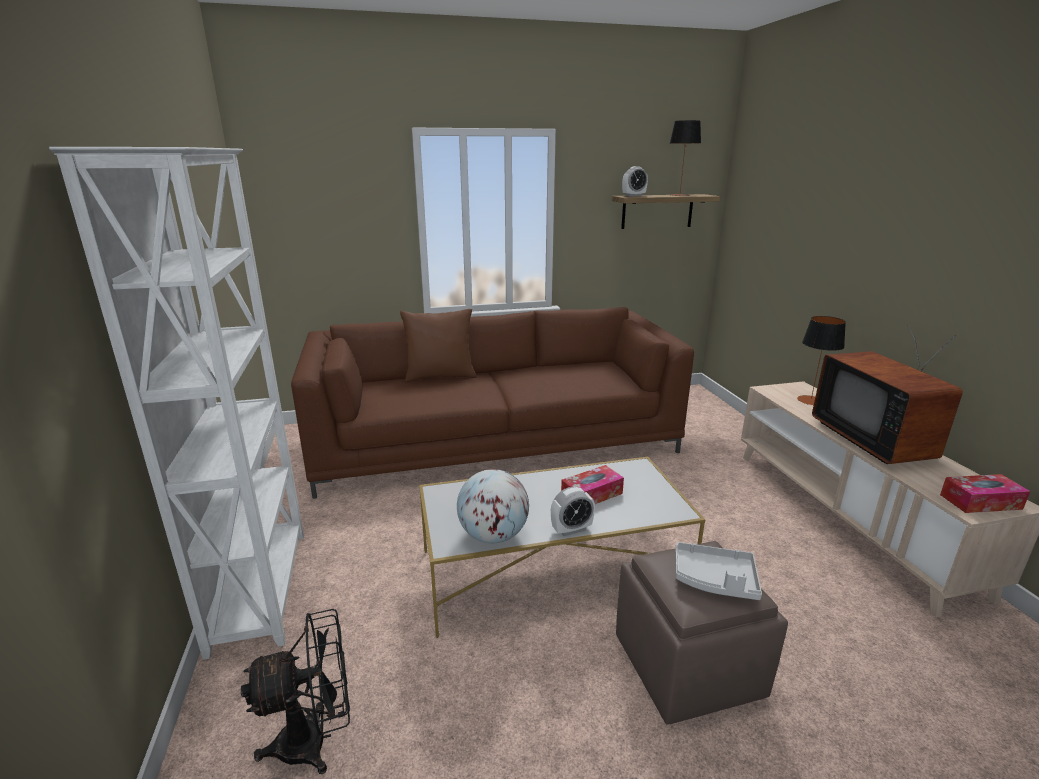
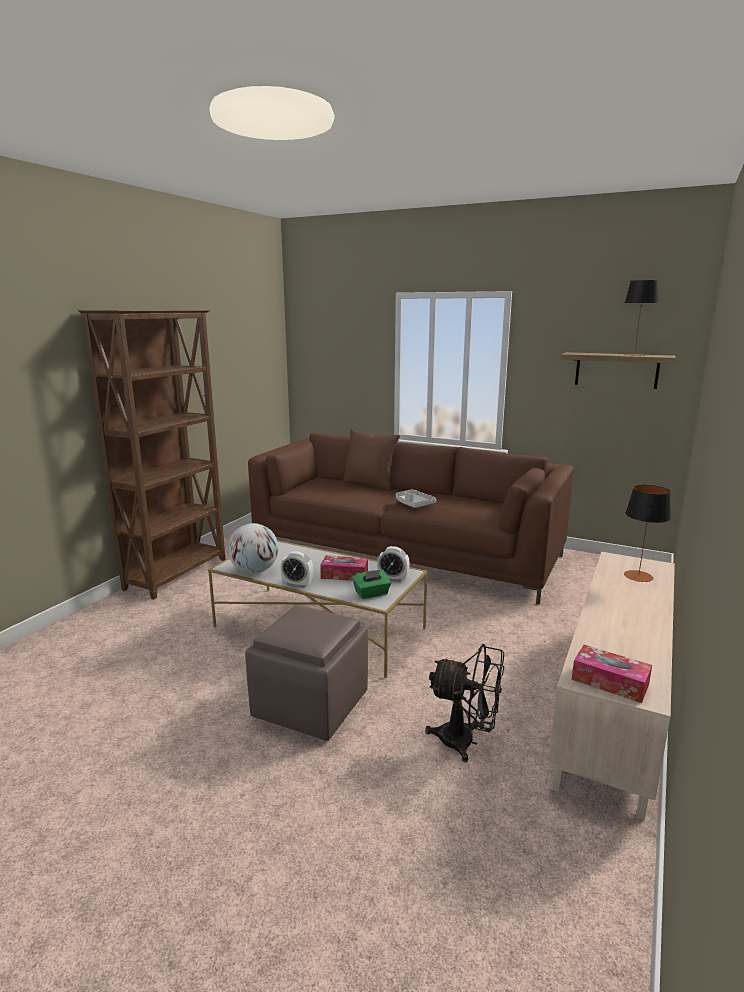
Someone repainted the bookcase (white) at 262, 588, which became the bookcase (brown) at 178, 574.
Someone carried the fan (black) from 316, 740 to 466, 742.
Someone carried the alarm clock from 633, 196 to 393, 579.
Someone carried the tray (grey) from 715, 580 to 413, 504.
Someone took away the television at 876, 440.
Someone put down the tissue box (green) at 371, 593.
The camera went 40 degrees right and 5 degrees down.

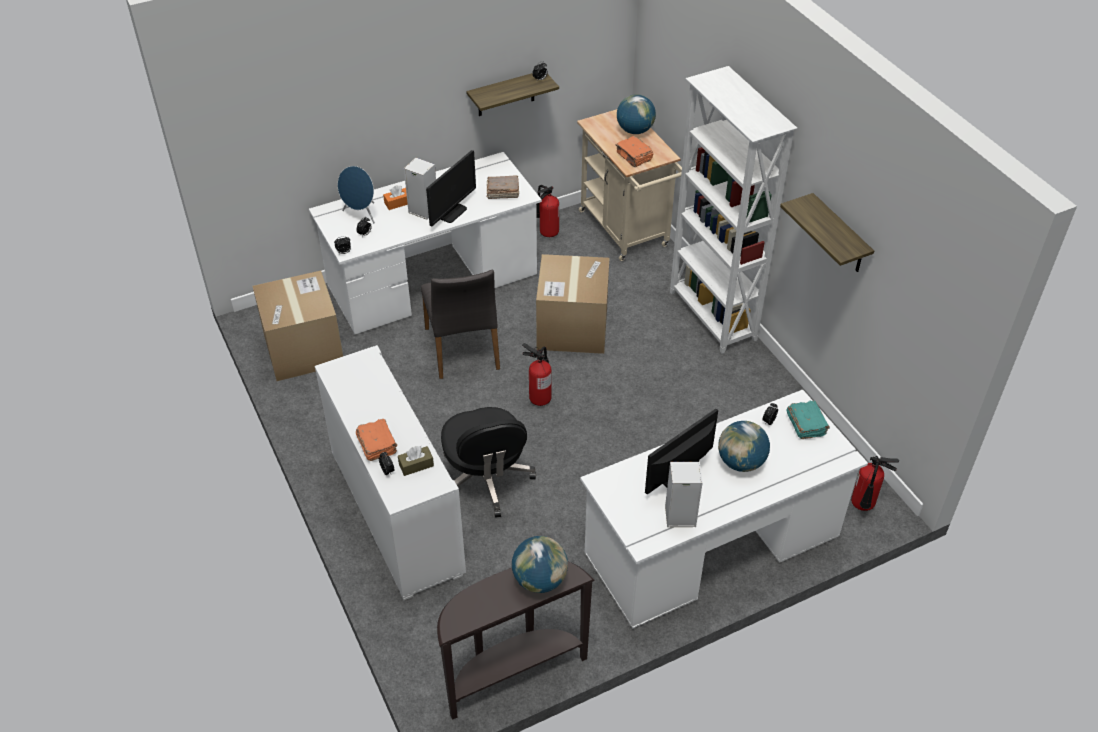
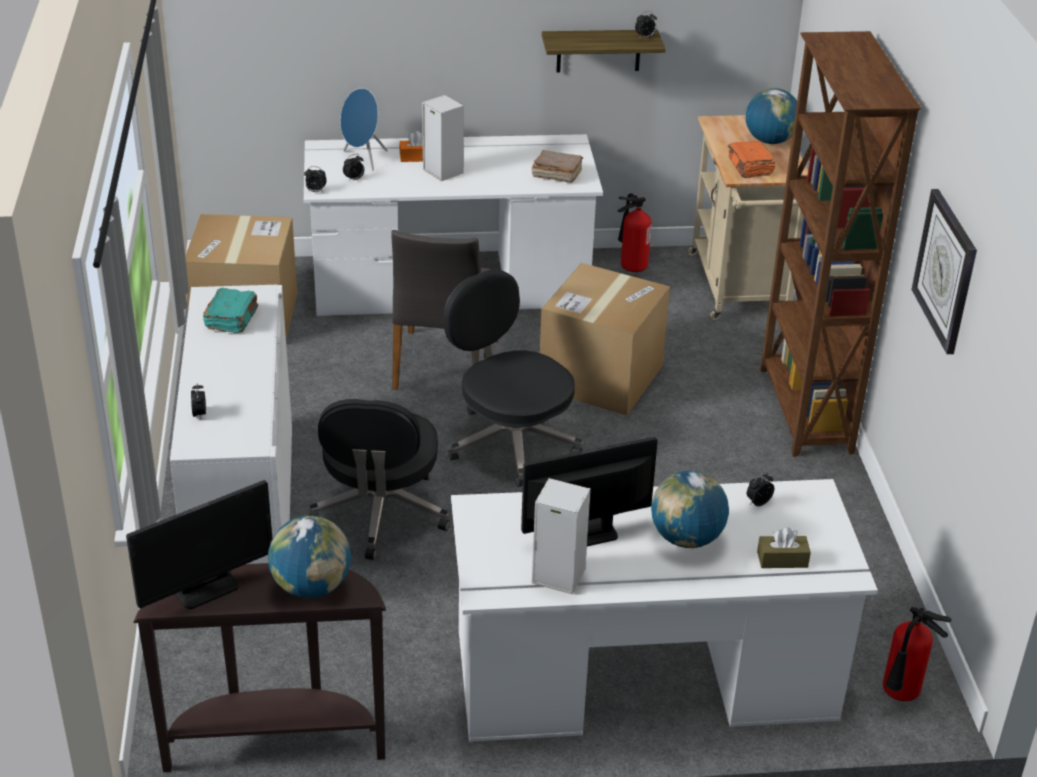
Someone took away the book (orange) at 377, 445.
Someone carried the tissue box (brown) from 416, 465 to 782, 559.
Someone carried the monitor from 451, 212 to 206, 588.
Someone swapped the fire extinguisher at 540, 397 for the office chair (black) at 510, 442.
Someone repainted the bookcase (white) at 712, 316, which became the bookcase (brown) at 804, 411.
Someone swapped the shelf at 839, 235 for the wall clock at 946, 270.
Someone carried the book (turquoise) from 806, 424 to 232, 319.
The camera went 20 degrees right and 10 degrees down.

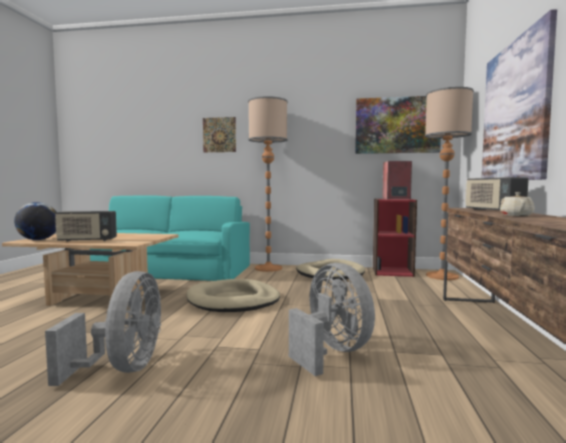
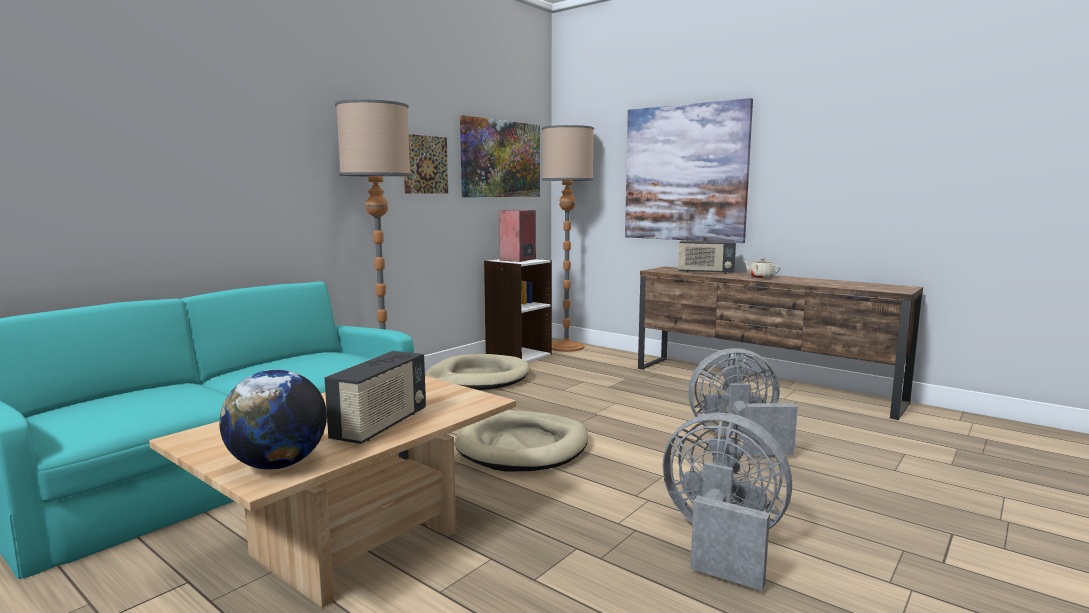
Someone carried the picture from 219, 135 to 425, 164.
Someone repainted the bookcase (red) at 392, 271, which became the bookcase (white) at 518, 355.
The camera went 60 degrees left and 5 degrees up.

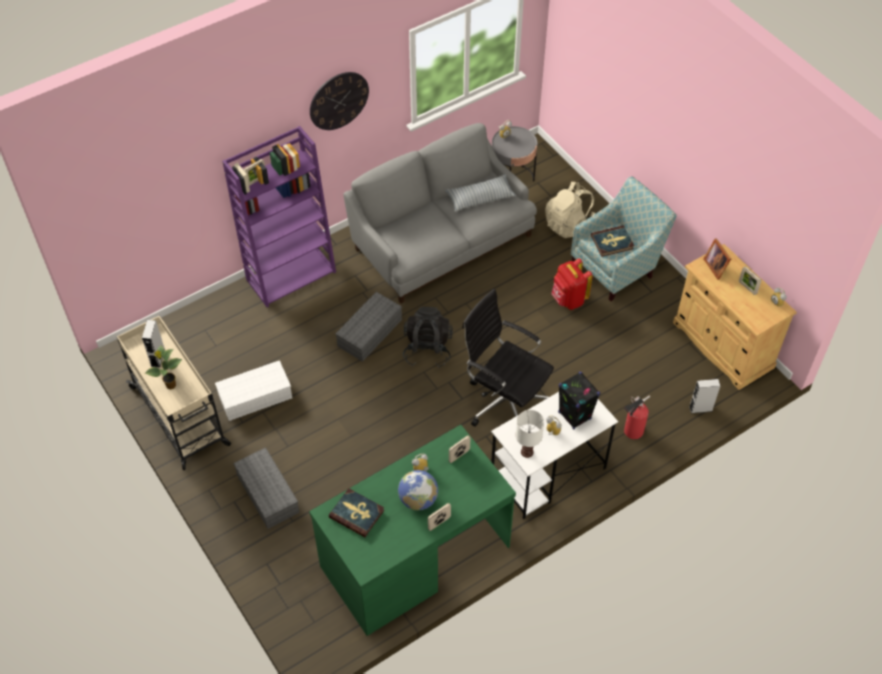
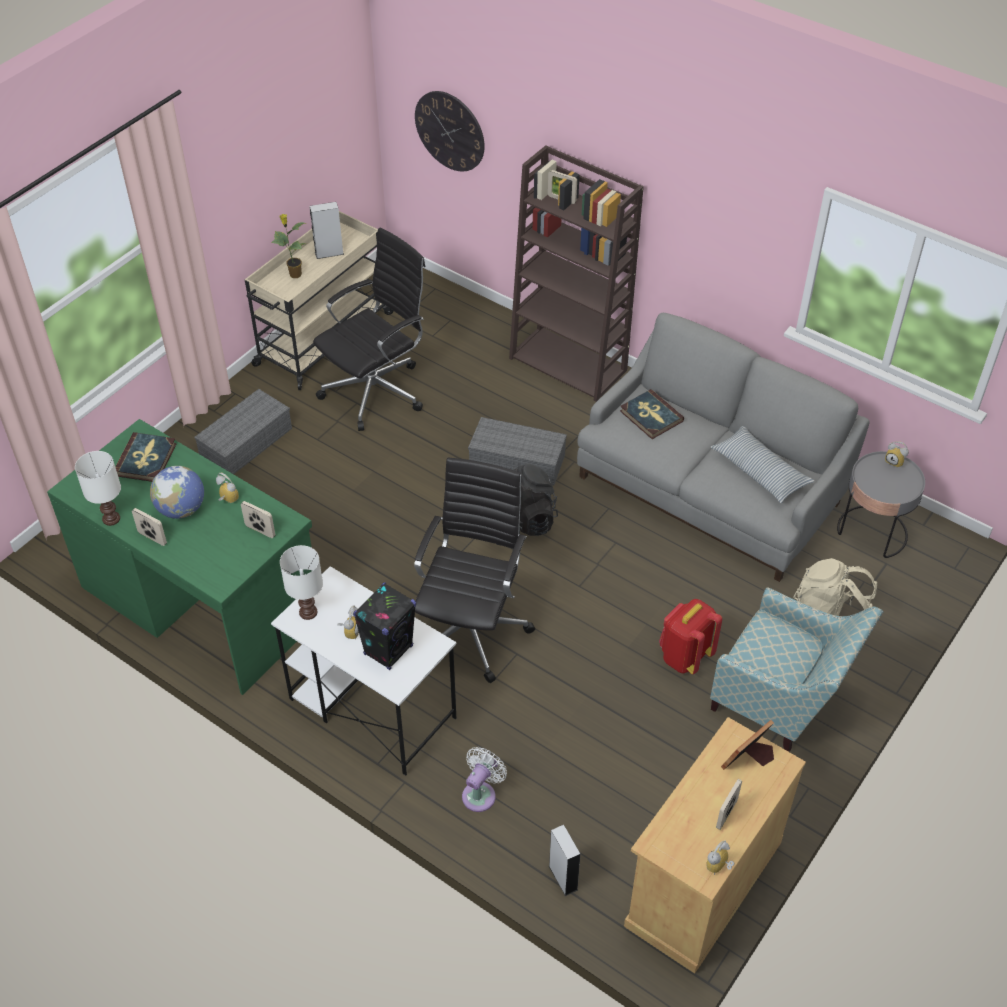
Someone swapped the storage box (white) at 256, 395 for the office chair (black) at 377, 390.
Someone repainted the bookcase (purple) at 291, 275, which became the bookcase (brown) at 569, 364.
Someone carried the wall clock from 339, 100 to 450, 131.
Someone carried the book from 612, 242 to 651, 416.
Someone swapped the fire extinguisher at 632, 432 for the fan (white) at 481, 793.
Someone put down the table lamp (white) at 111, 518.
The camera went 70 degrees right and 5 degrees down.

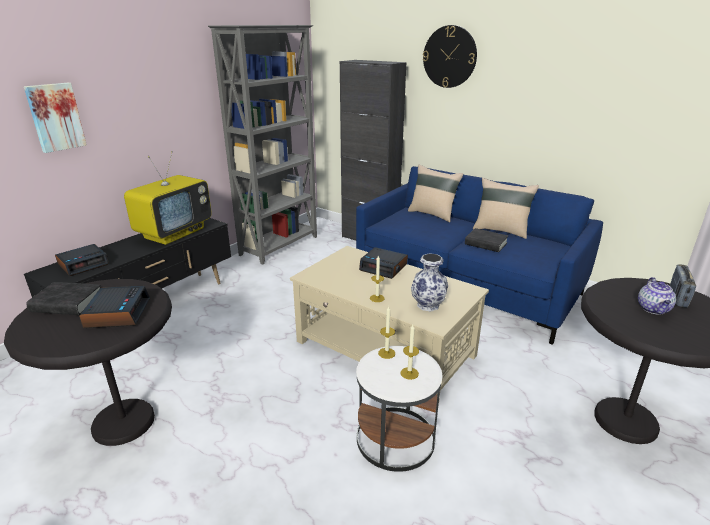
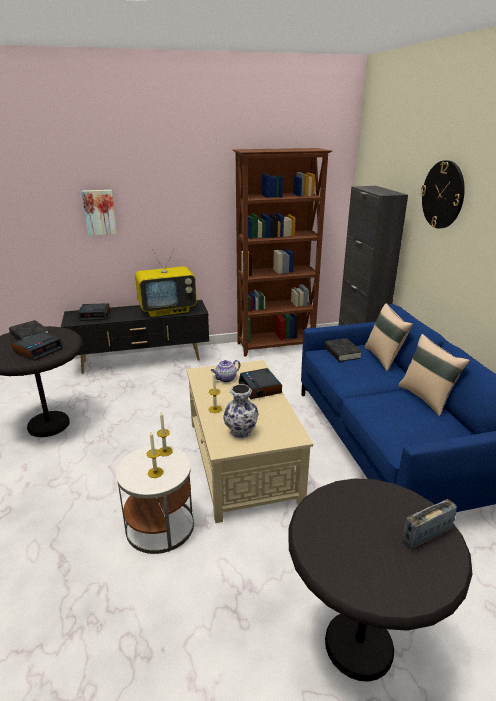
Someone repainted the bookcase (grey) at 280, 246, which became the bookcase (brown) at 276, 346.
Someone carried the book (black) from 485, 244 to 342, 353.
Someone carried the teapot from 653, 309 to 225, 379.
The camera went 40 degrees right and 0 degrees up.

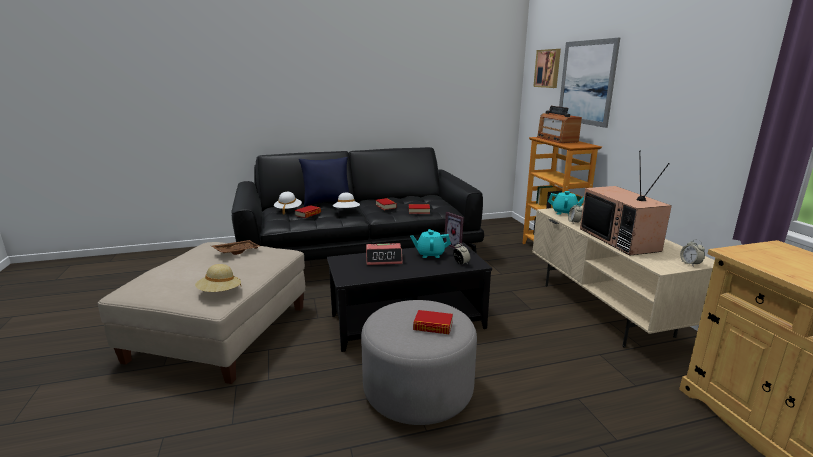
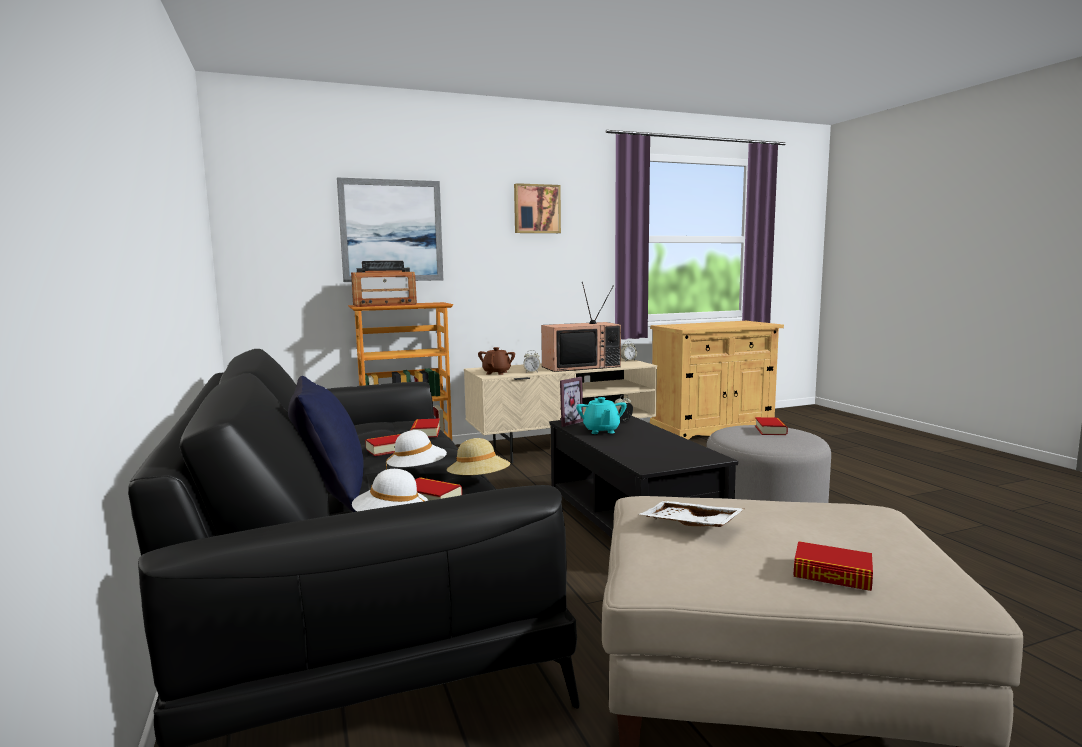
Someone carried the hat (beige) from 219, 293 to 479, 481.
Someone repainted the tray (brown) at 236, 251, which became the tray (white) at 689, 525.
Someone took away the alarm clock at 384, 259.
Someone carried the picture from 548, 68 to 536, 209.
Someone repainted the teapot (turquoise) at 565, 213, which became the teapot (brown) at 497, 373.
Someone put down the book at 832, 574.
The camera went 95 degrees left and 10 degrees down.

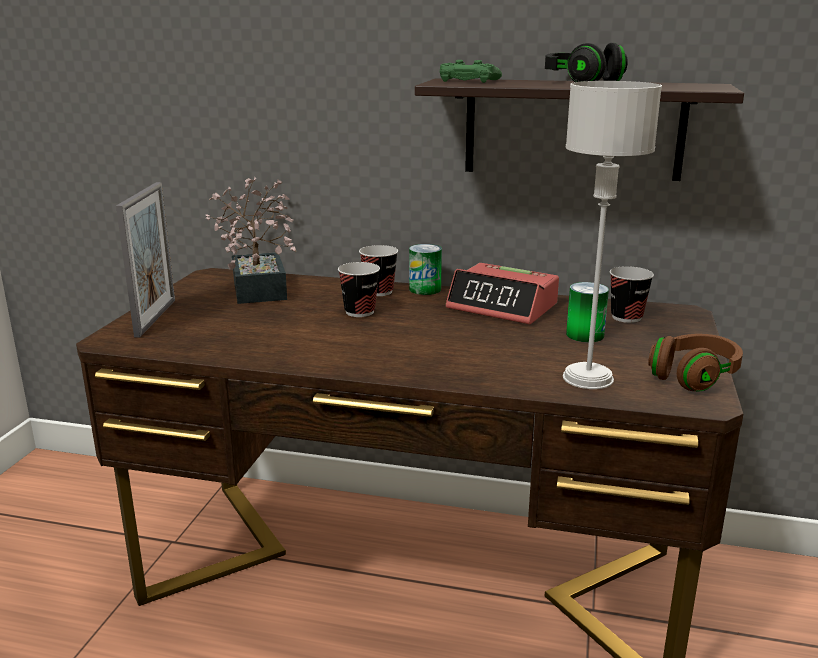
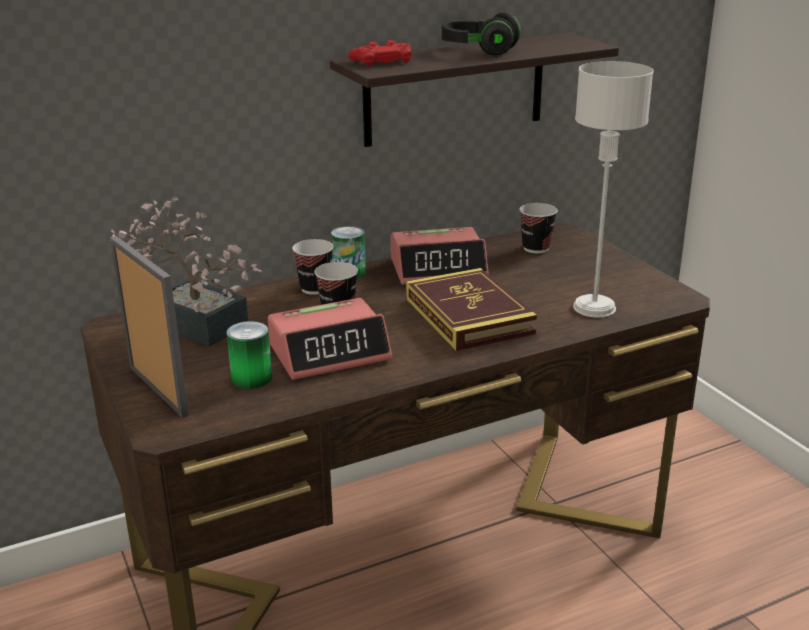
Someone repainted the game controller (green) at 468, 80, which became the game controller (red) at 381, 61.
Someone carried the can from 585, 335 to 251, 378.
Someone took away the headphones (brown) at 694, 377.
Someone put down the alarm clock at 330, 352.
Someone put down the book at 468, 316.
The camera went 40 degrees left and 5 degrees up.

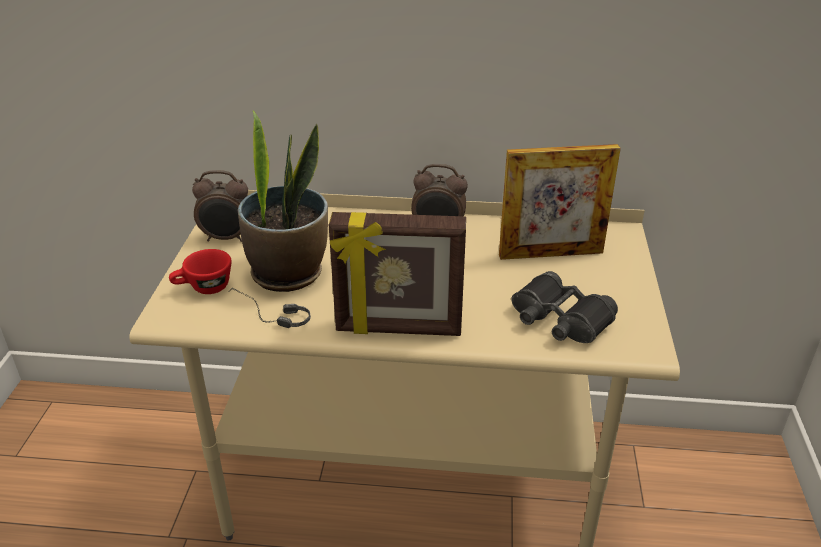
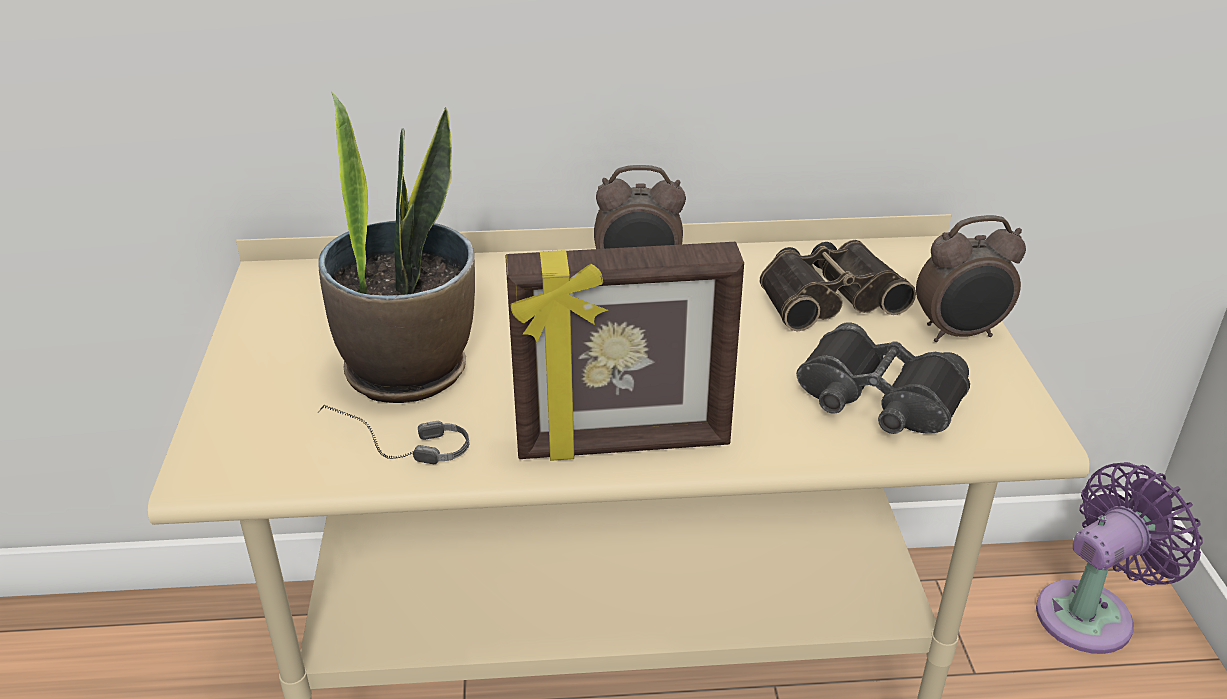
Someone took away the cup (red) at 204, 288.
Someone carried the alarm clock from 226, 238 to 960, 334.
Someone swapped the picture frame at 550, 254 for the binoculars at 827, 296.
Someone put down the fan (purple) at 1091, 612.
The camera went 10 degrees left and 0 degrees up.

